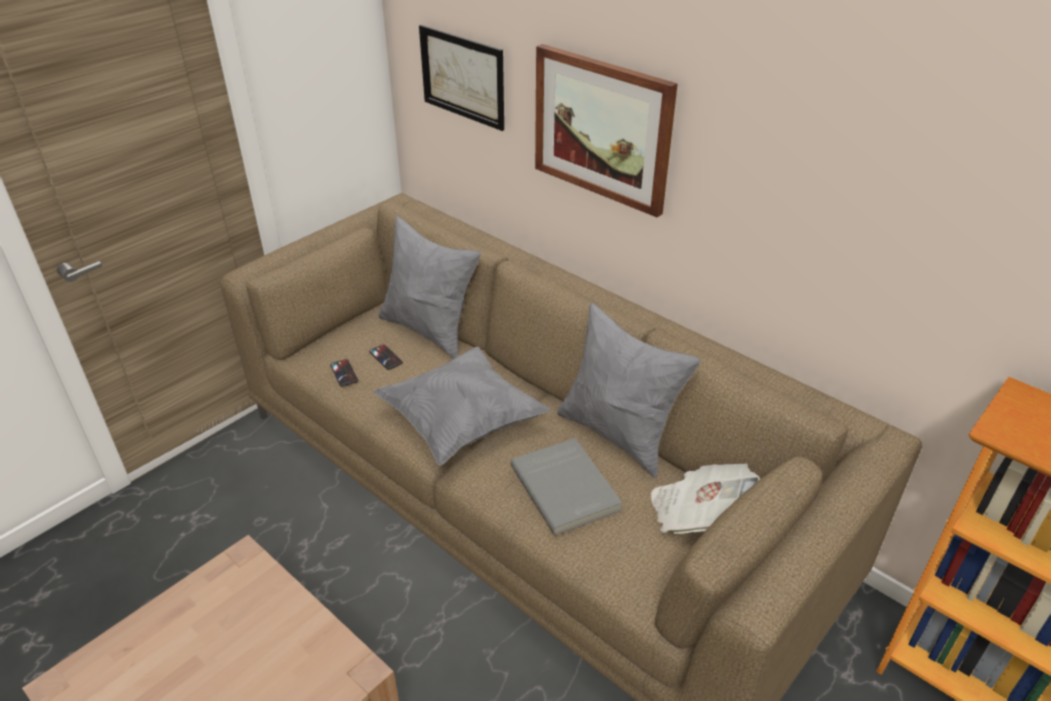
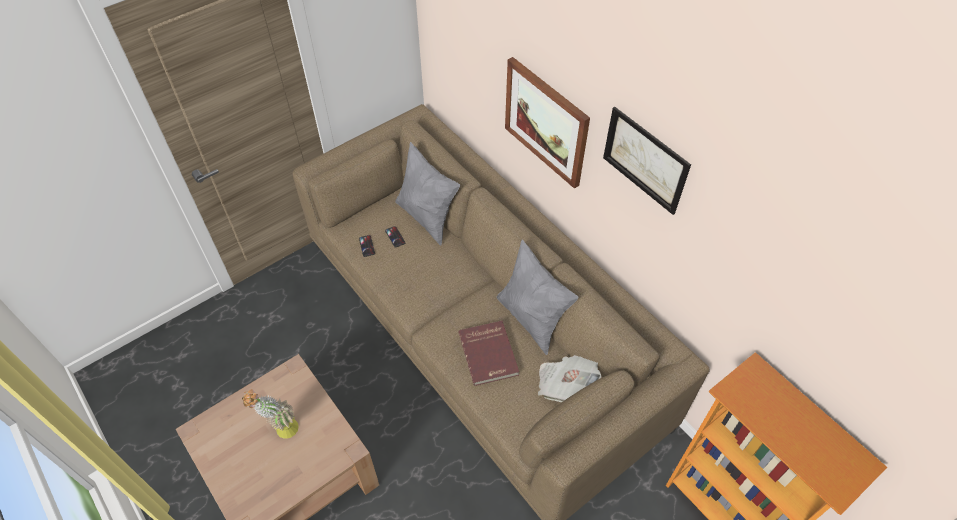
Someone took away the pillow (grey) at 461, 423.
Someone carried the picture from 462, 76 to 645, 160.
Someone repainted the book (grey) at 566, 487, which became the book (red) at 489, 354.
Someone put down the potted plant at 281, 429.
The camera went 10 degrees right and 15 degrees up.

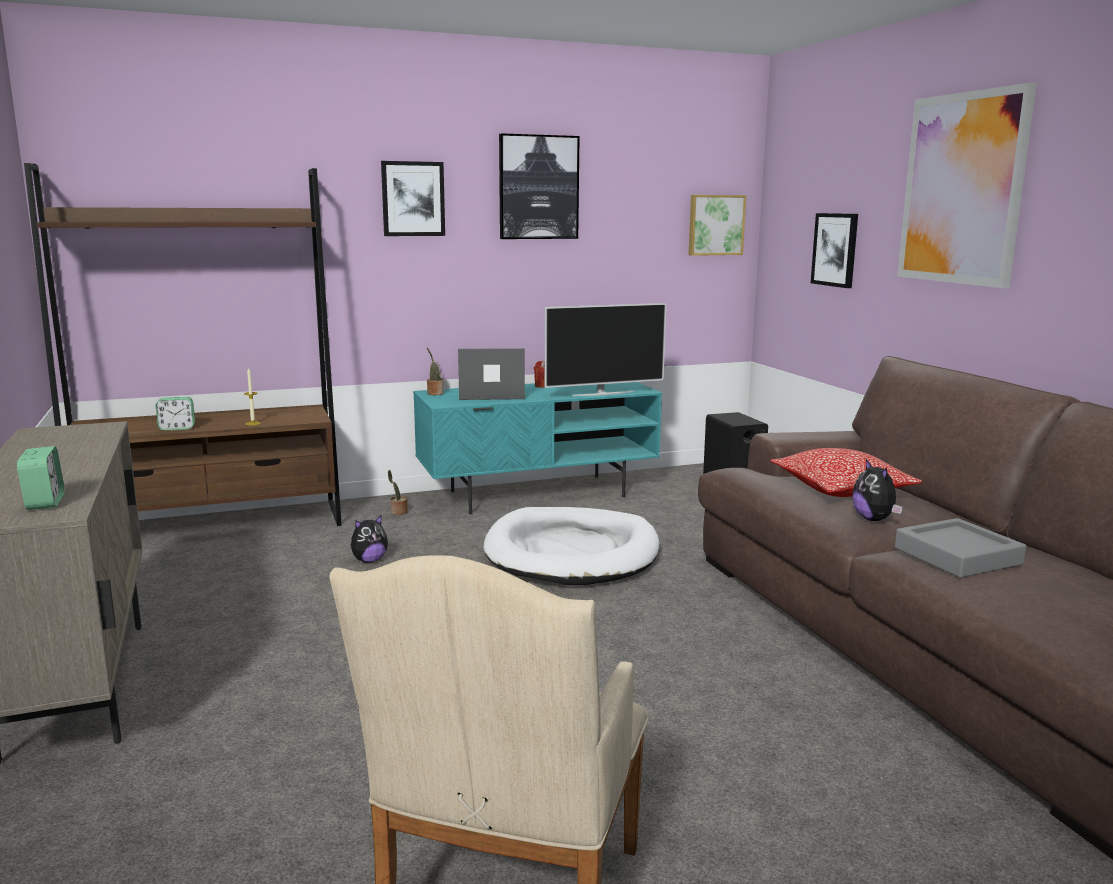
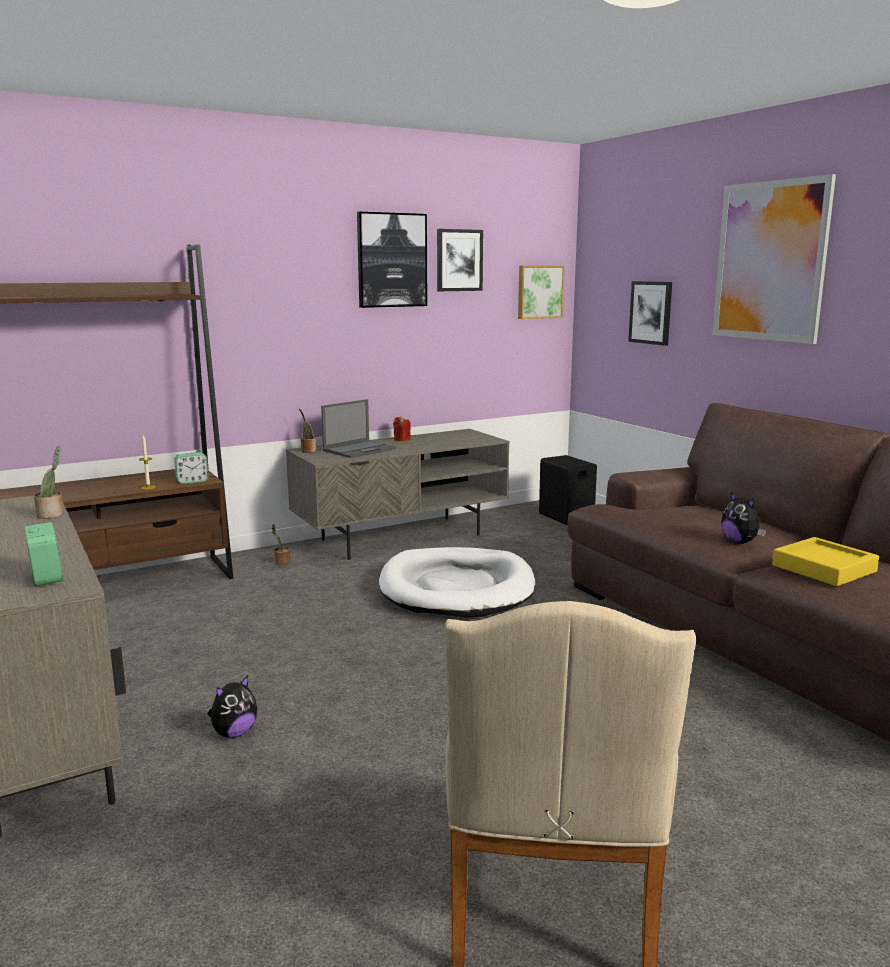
Someone carried the alarm clock from 177, 428 to 192, 481.
Someone carried the plush toy from 369, 560 to 234, 733.
Someone carried the picture from 413, 199 to 459, 260.
Someone repainted the tv stand (turquoise) at 538, 493, which became the tv stand (grey) at 402, 537.
Someone rotated the laptop at 490, 394 by 150 degrees clockwise.
Someone took away the television at 602, 393.
Someone took away the pillow at 841, 489.
Someone repainted the tray (grey) at 957, 556, which became the tray (yellow) at 824, 568.
Someone put down the potted plant at 52, 515.
The camera went 10 degrees left and 0 degrees up.

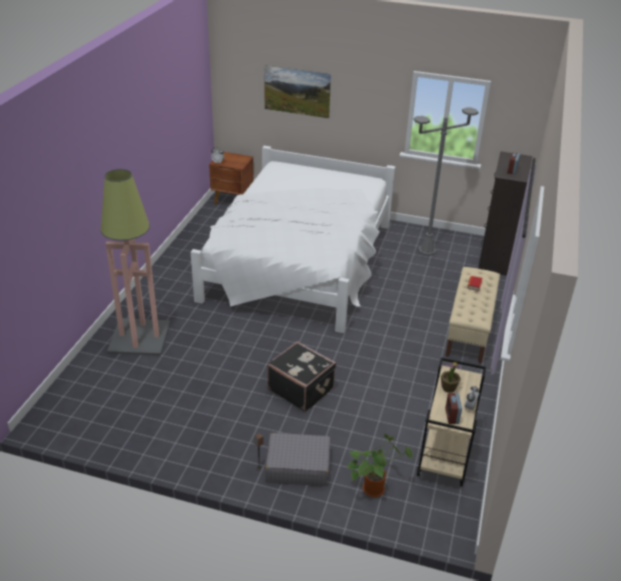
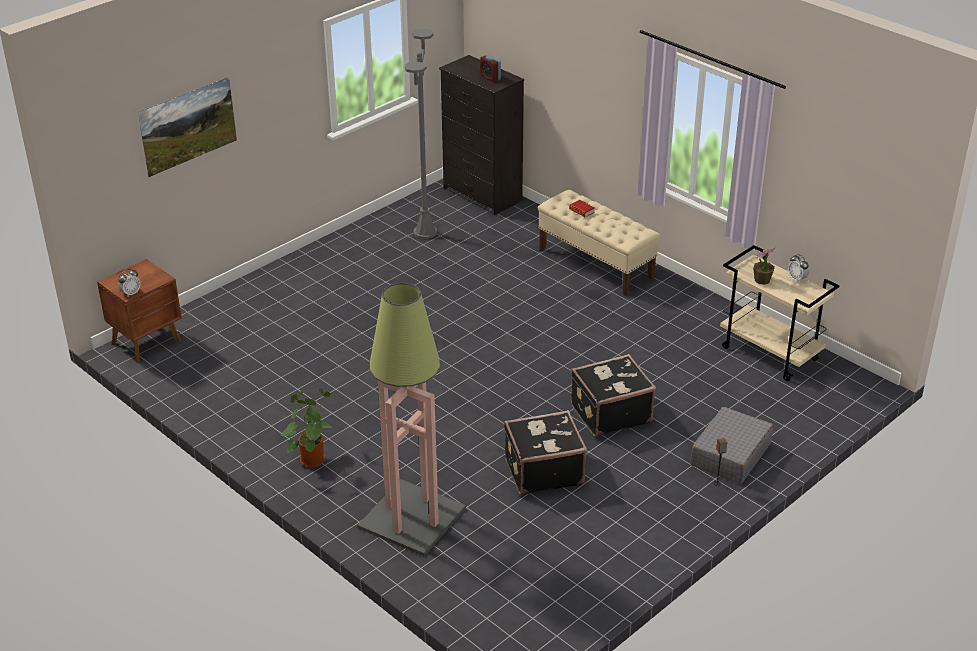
Someone took away the bed (white) at 299, 262.
Someone carried the potted plant from 374, 488 to 311, 458.
Someone took away the alarm clock at 452, 416.
Someone put down the suitcase (black) at 543, 470.
The camera went 60 degrees left and 0 degrees up.

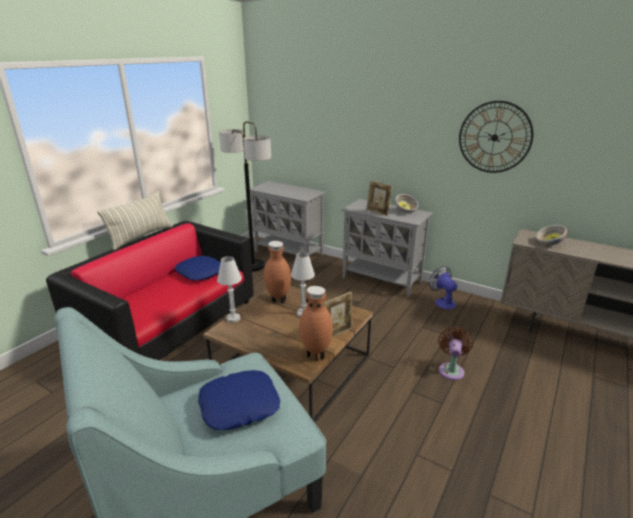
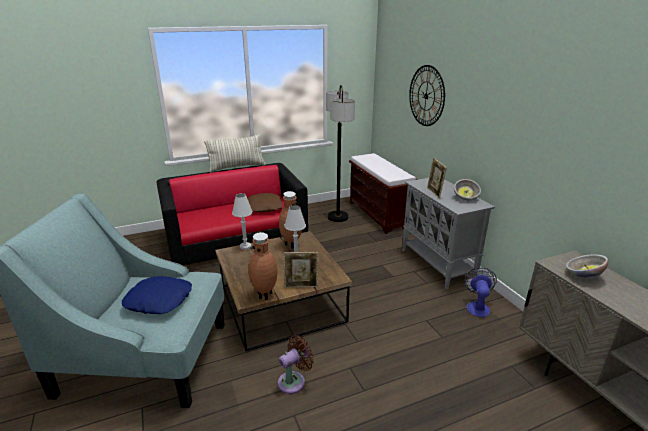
Someone repainted the pillow (blue) at 201, 272, which became the pillow (brown) at 265, 206.
Someone swapped the cabinet (grey) at 289, 253 for the bench (brown) at 379, 215.
Someone carried the fan (brown) from 451, 369 to 294, 381.
Someone carried the wall clock from 494, 137 to 426, 96.
The camera went 35 degrees right and 0 degrees up.

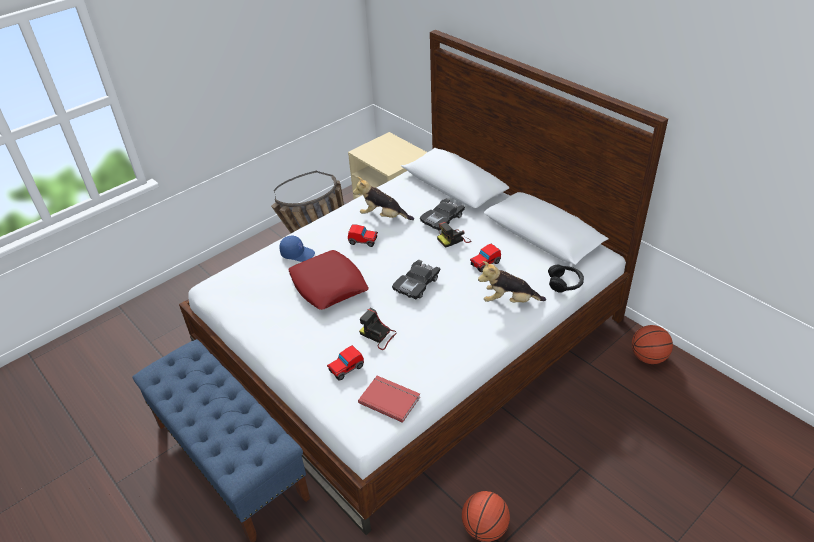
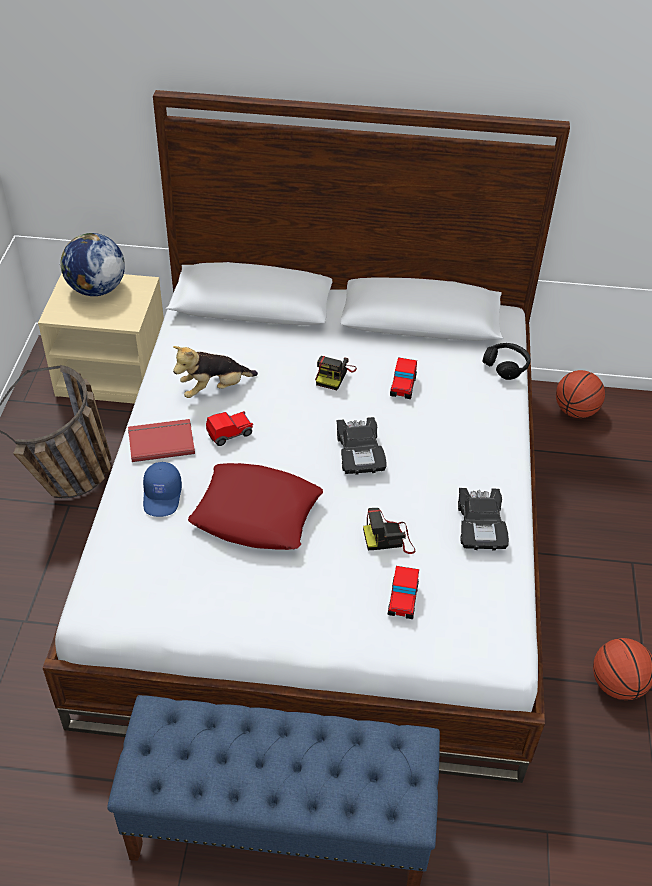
Someone rotated the cap (blue) at 298, 254 by 120 degrees clockwise.
Someone carried the book (red) from 390, 399 to 161, 441.
Someone carried the toy car (black) from 442, 219 to 480, 525.
Someone took away the plush toy at 509, 301.
Someone put down the globe at 96, 290.
The camera went 45 degrees left and 5 degrees up.

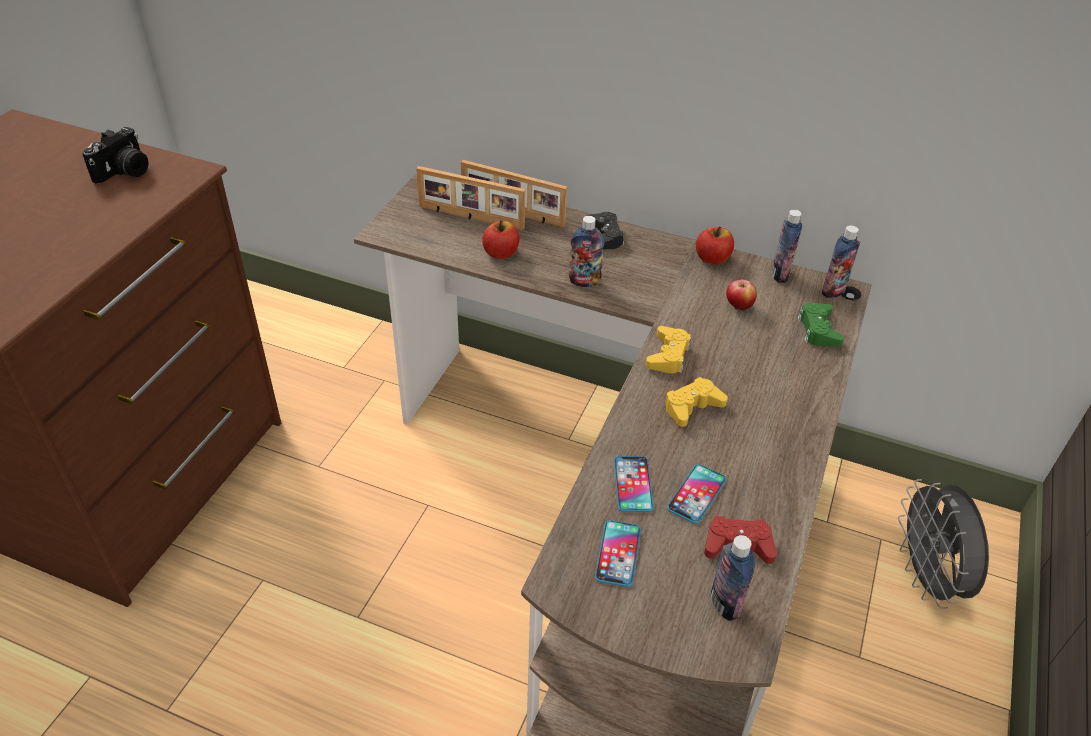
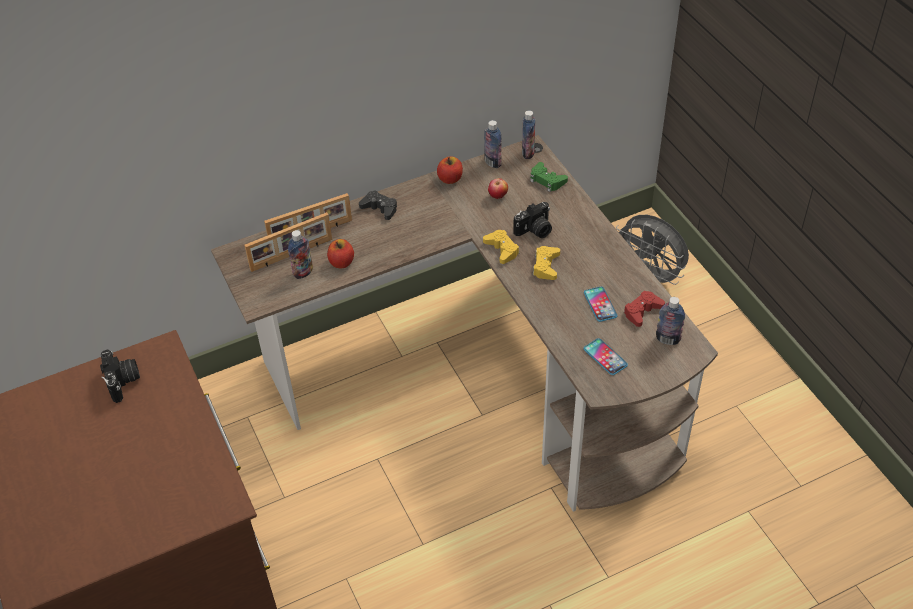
Someone carried the bottle from 584, 281 to 303, 272.
Someone took away the phone at 633, 484.
Someone put down the photo camera at 534, 230.
The camera went 45 degrees left and 5 degrees up.

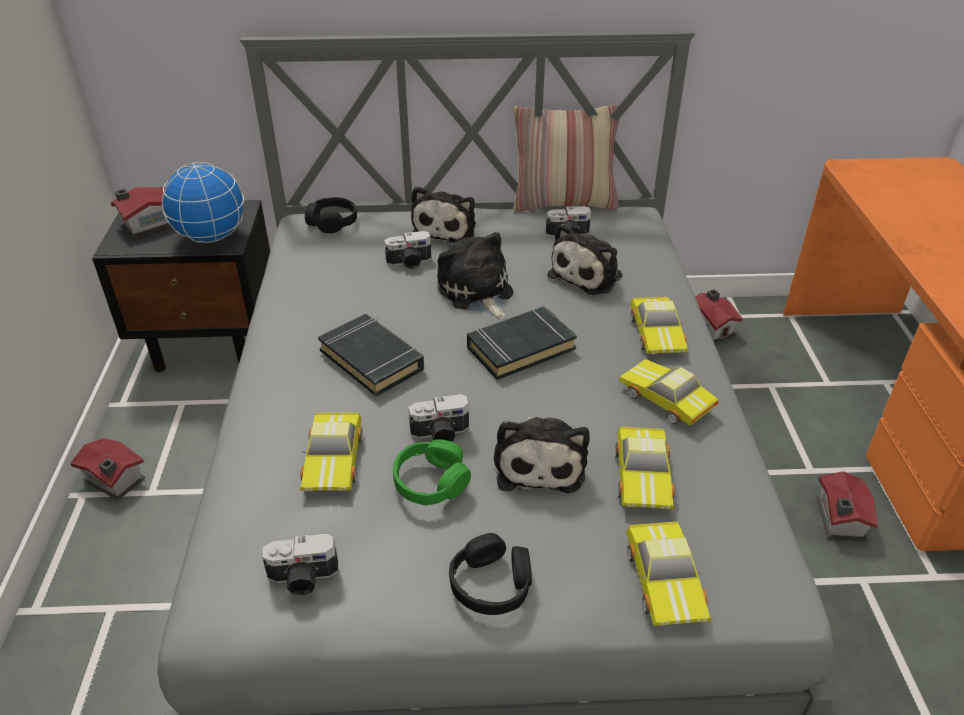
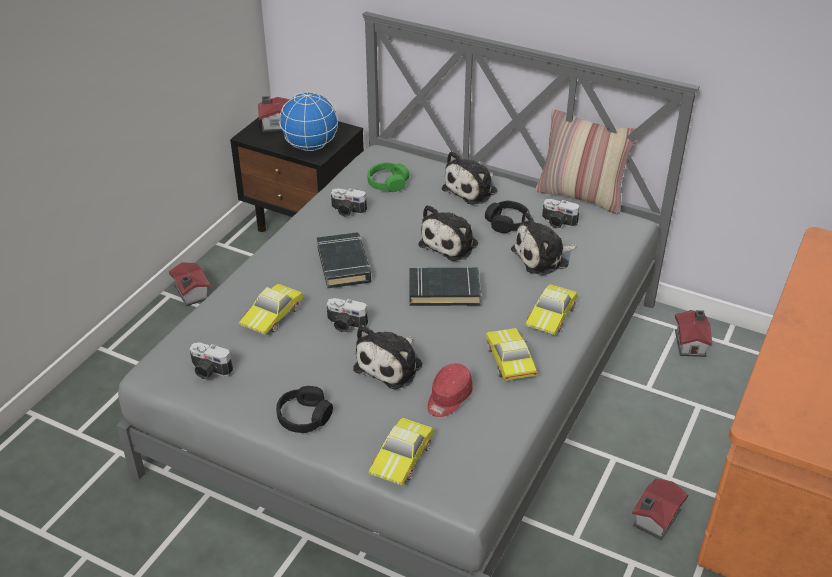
Someone carried the headphones (black) from 332, 222 to 507, 223.
Someone carried the photo camera from 409, 262 to 347, 211.
Someone carried the headphones (green) from 431, 481 to 387, 183.
Someone rotated the plush toy at 476, 293 by 150 degrees counterclockwise.
Someone swapped the toy car at 645, 475 for the cap (red) at 448, 398.
The camera went 30 degrees right and 0 degrees up.

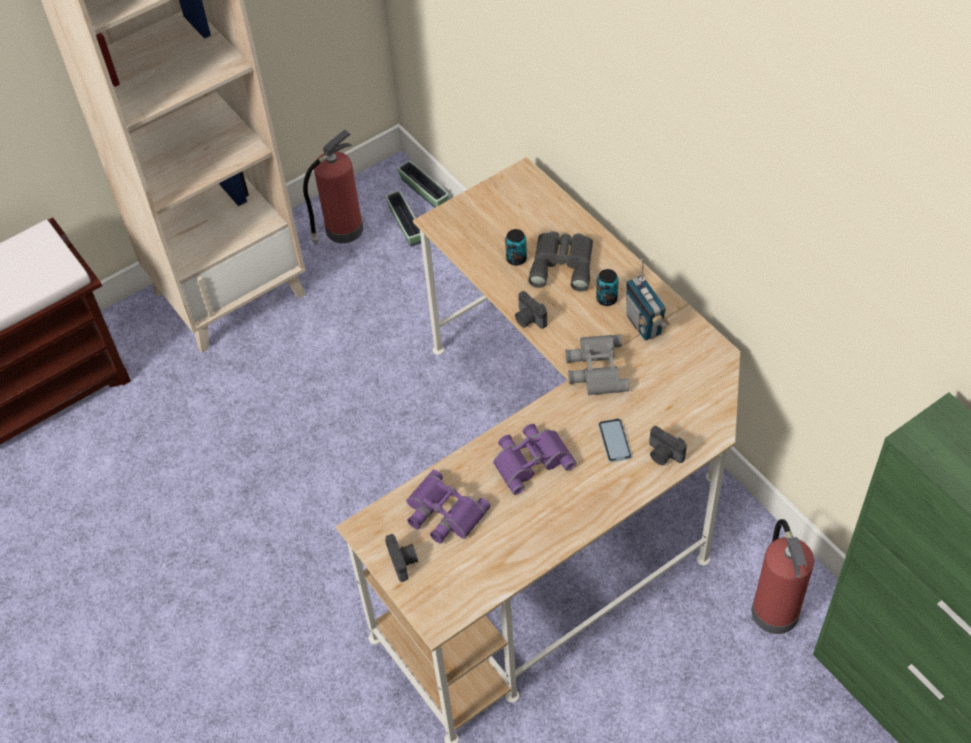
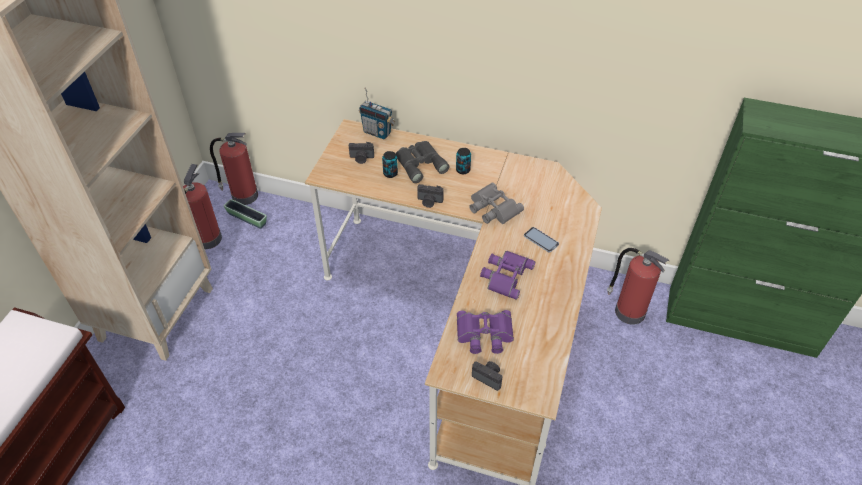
Someone swapped the planter at 424, 192 for the fire extinguisher at 243, 195.
Someone carried the radio from 644, 324 to 377, 132.
Someone carried the photo camera from 663, 455 to 361, 158.
The camera went 40 degrees left and 5 degrees down.

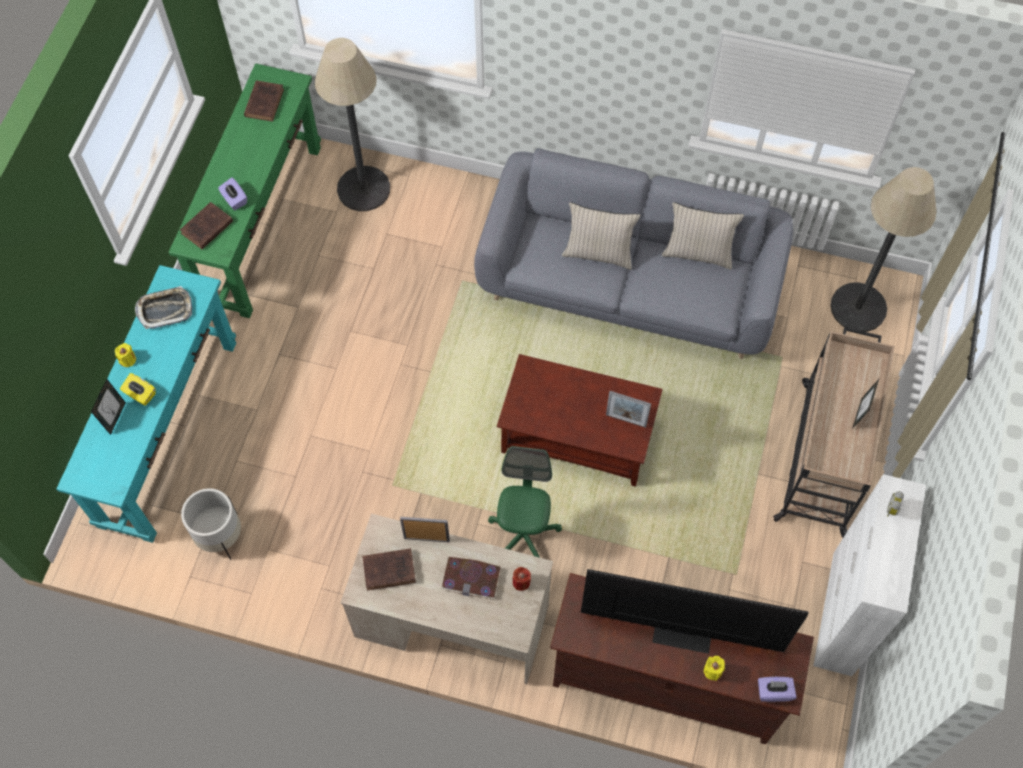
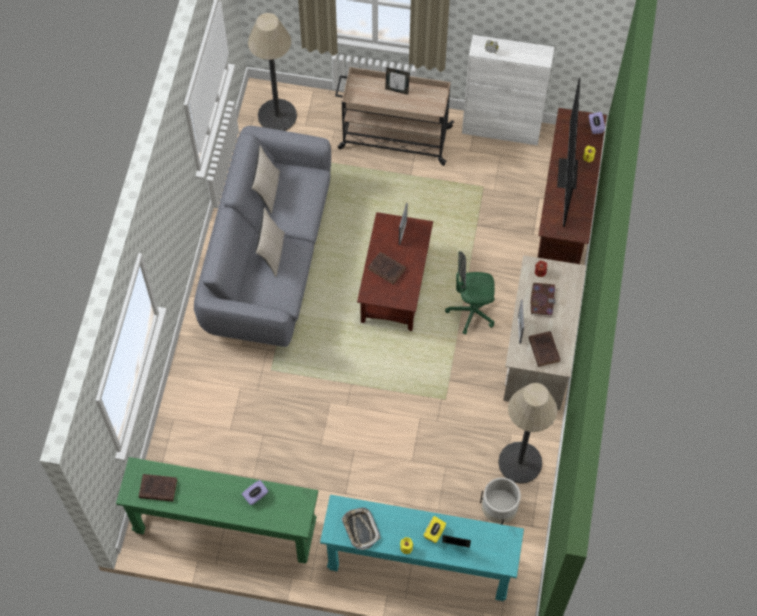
Someone carried the book (brown) from 206, 228 to 387, 269.
Someone carried the floor lamp from 363, 189 to 520, 462.
The camera went 95 degrees left and 0 degrees up.

